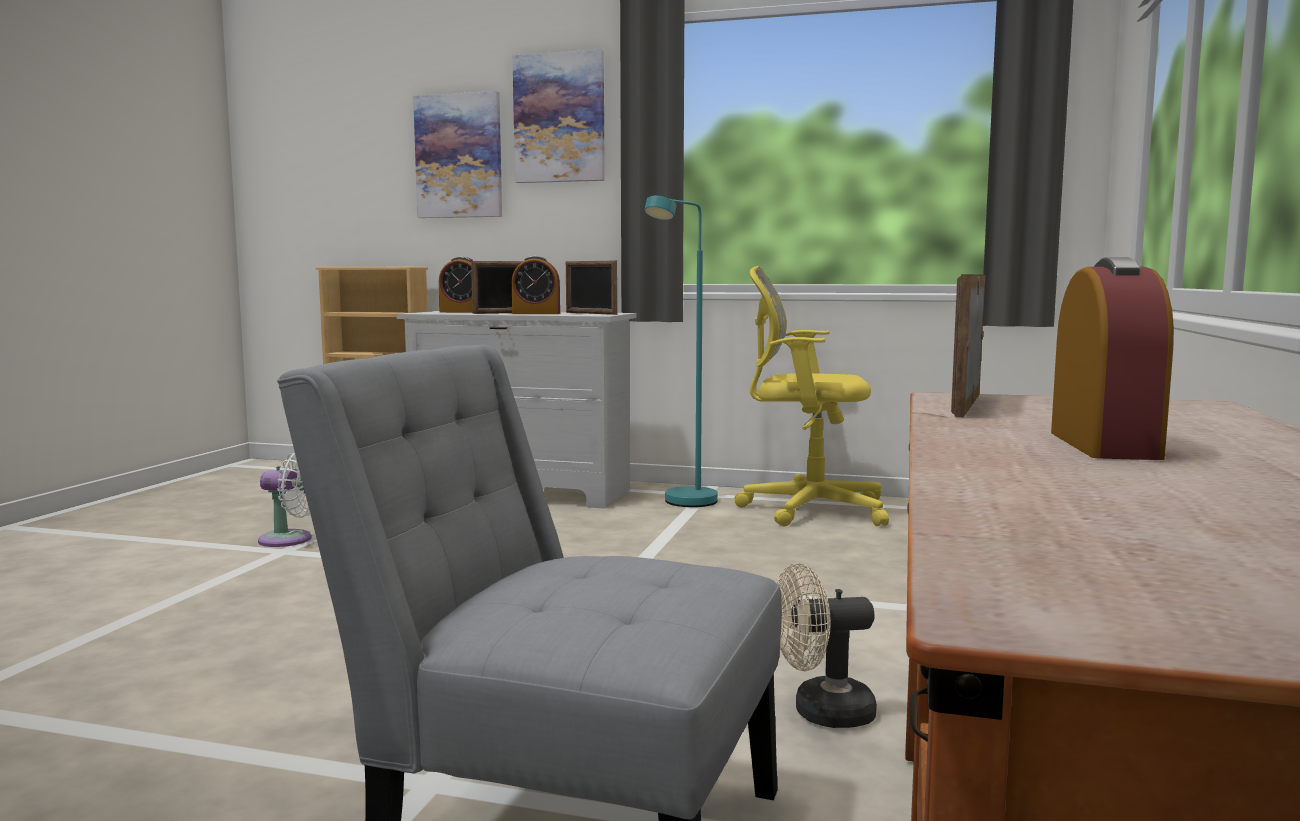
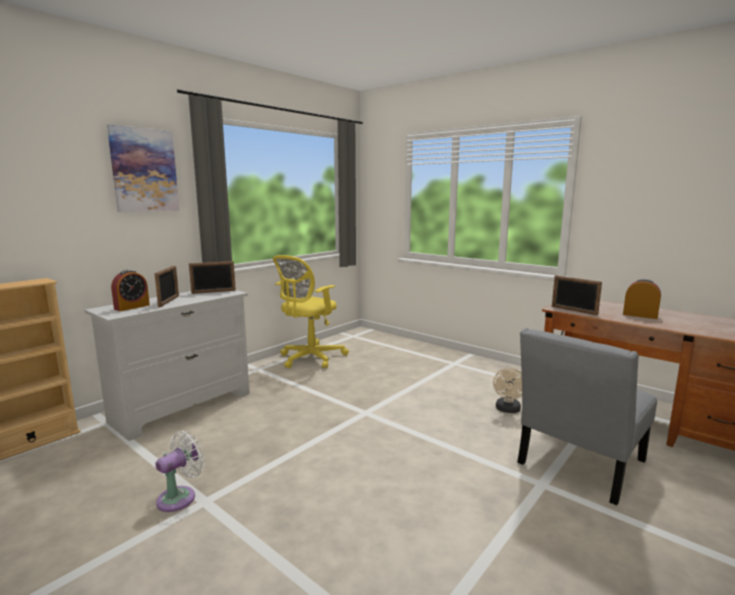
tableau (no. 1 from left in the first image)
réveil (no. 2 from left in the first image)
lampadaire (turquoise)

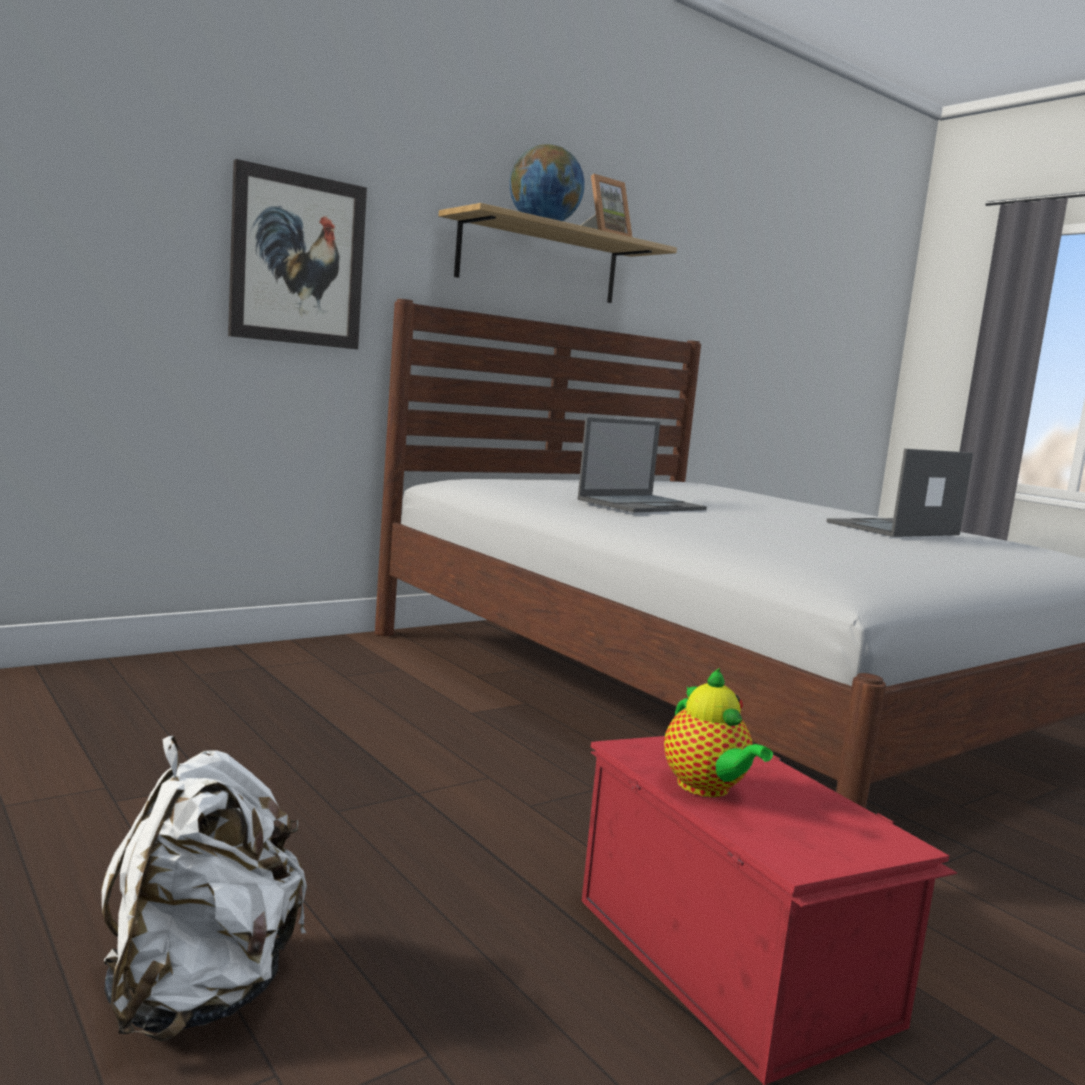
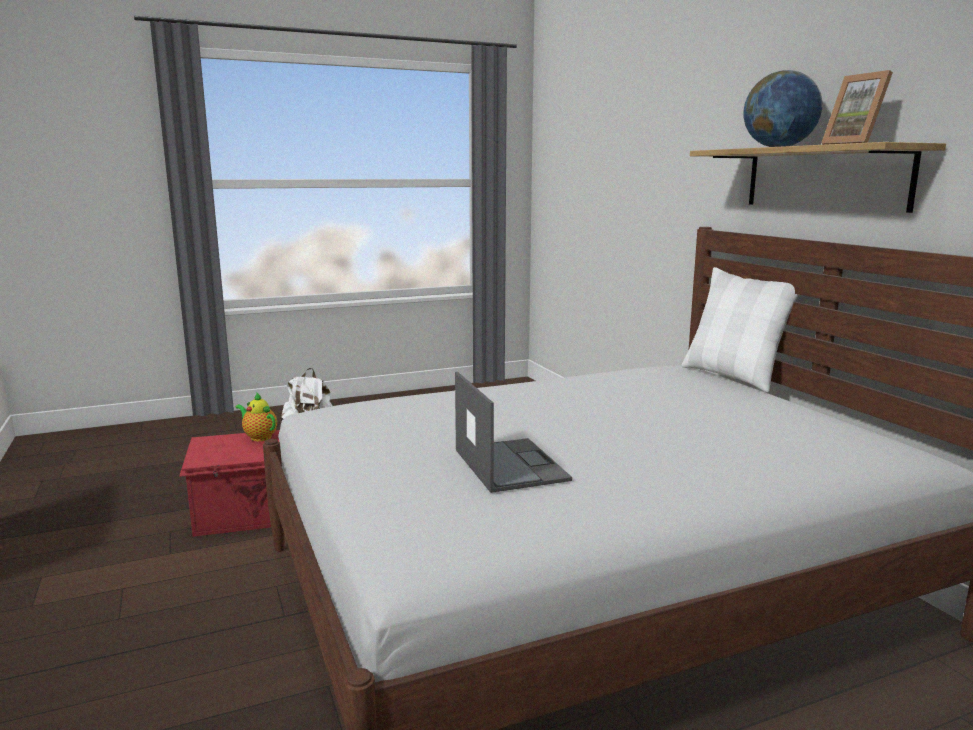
théière
coussin (blanc)
tableau
ordinateur portable (no. 1 from left in the first image)

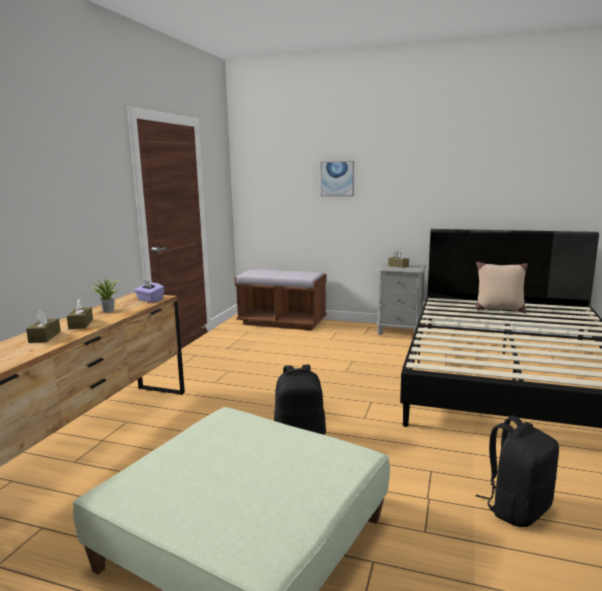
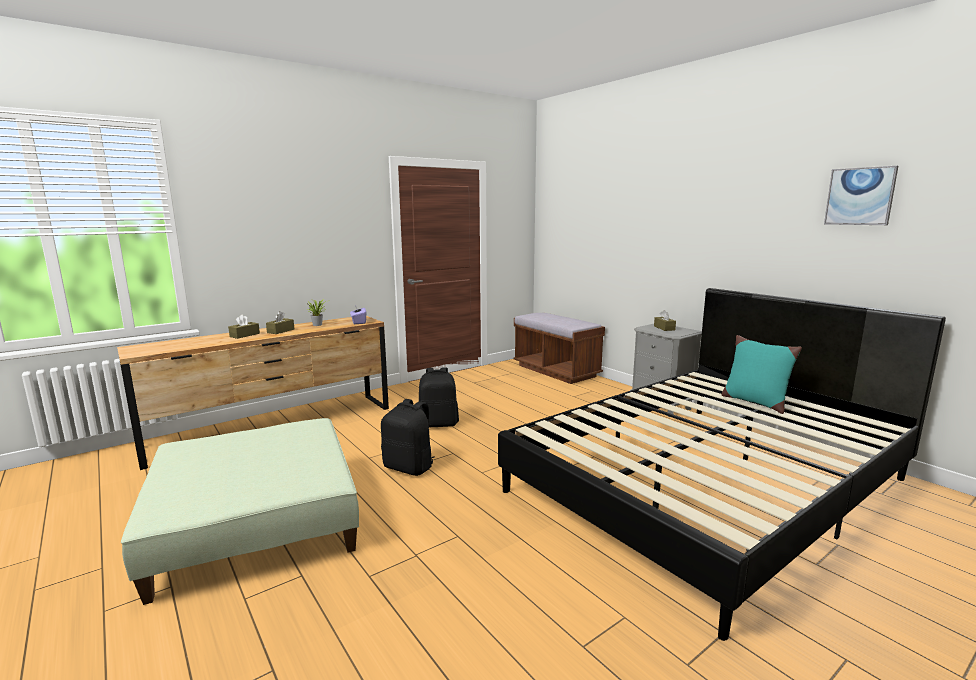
sac à dos (noir) (no. 2 from left)
coussin (turquoise)
tableau

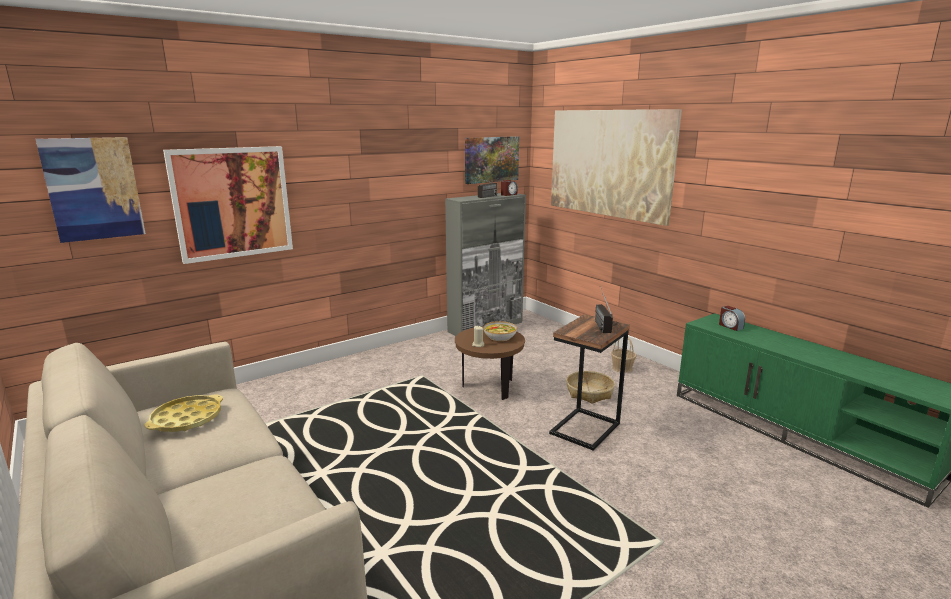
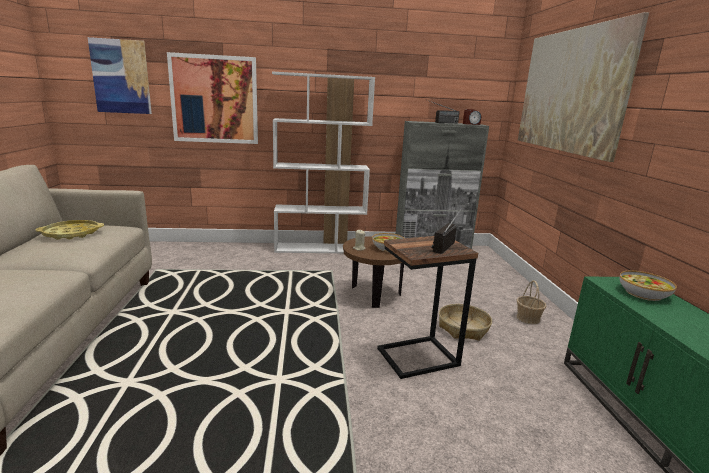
bibliothèque (blanc)
bol (no. 2 from left)
tableau (no. 3 from left in the first image)

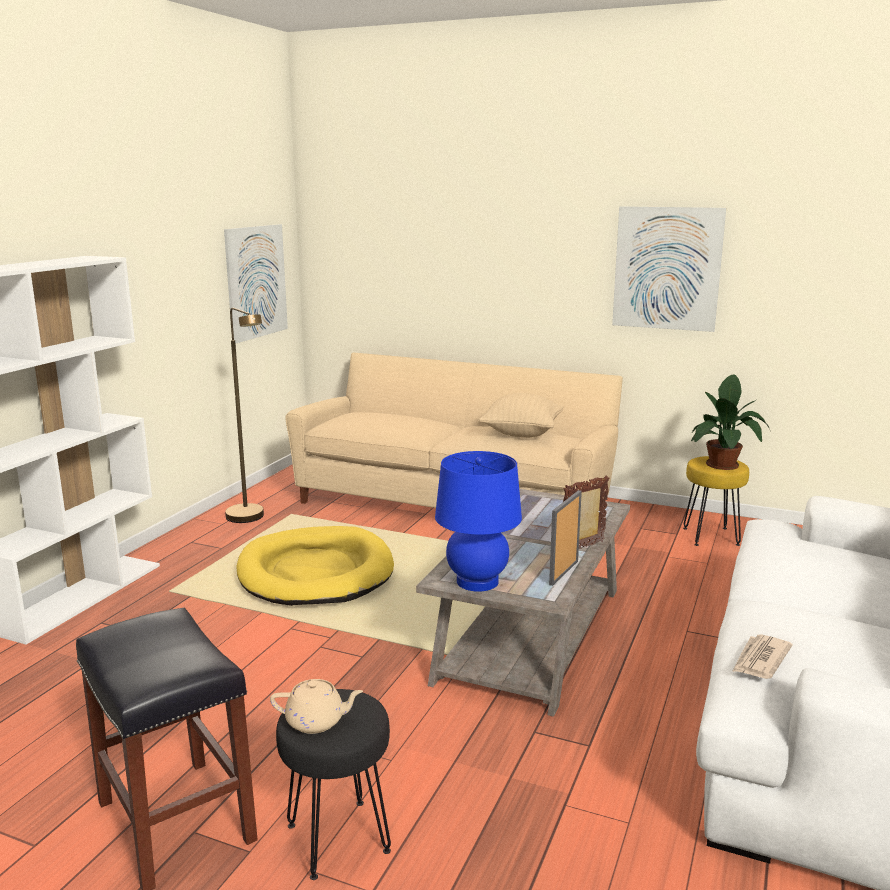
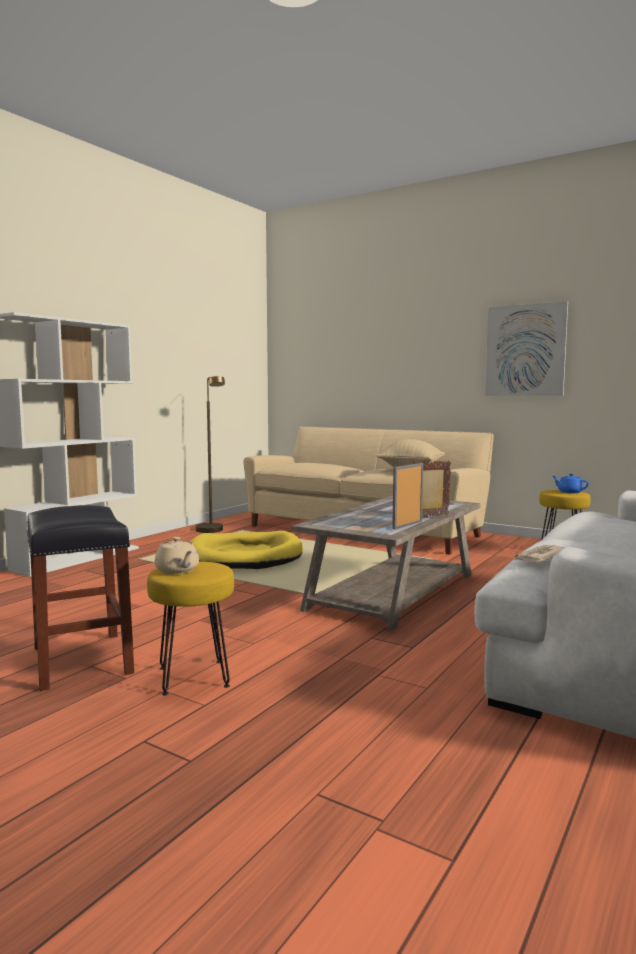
tabouret (jaune) (no. 1 from left)
théière (beige)
théière (bleu)
tableau (no. 1 from left in the first image)
lampe de table (bleu)

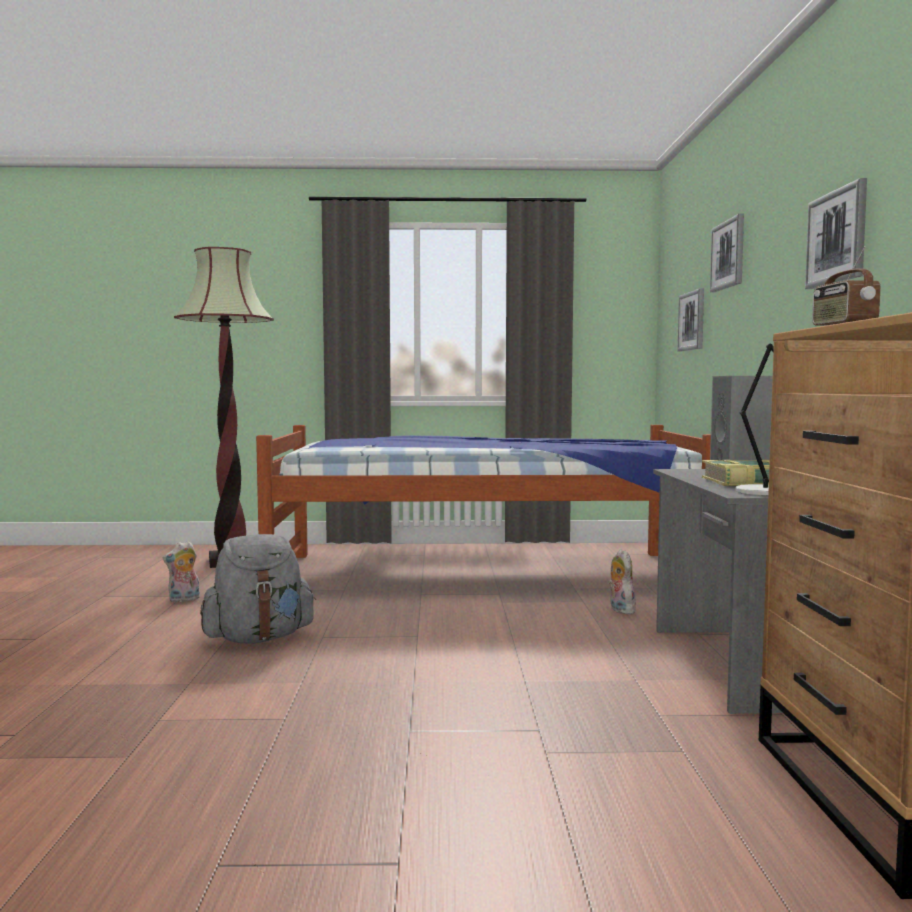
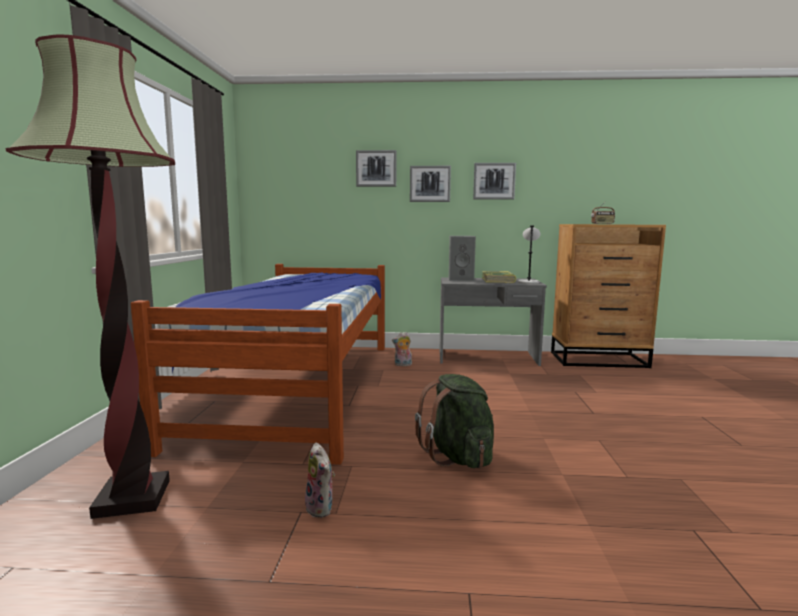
tableau (no. 2 from left)
sac à dos (vert)

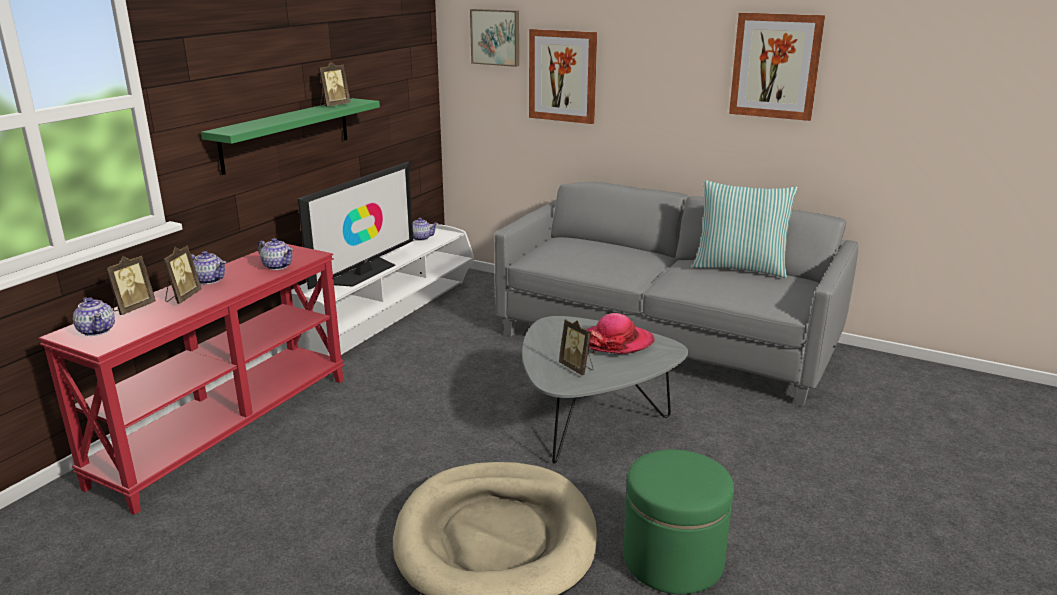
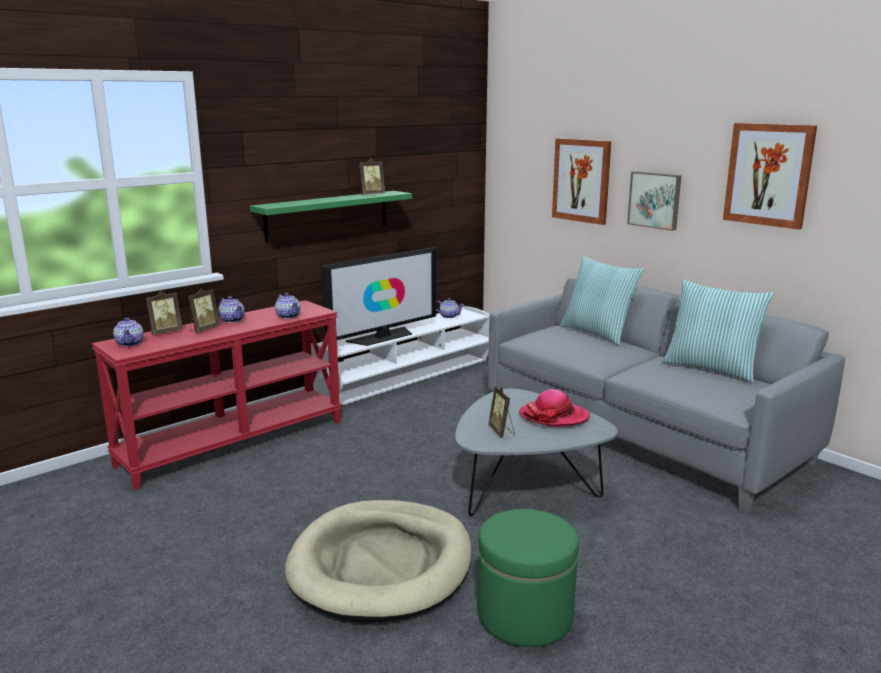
coussin (no. 1 from left)
tableau (no. 2 from left)

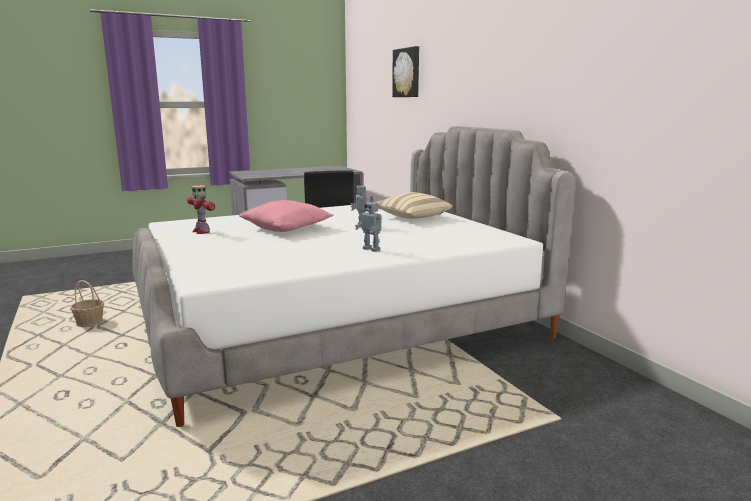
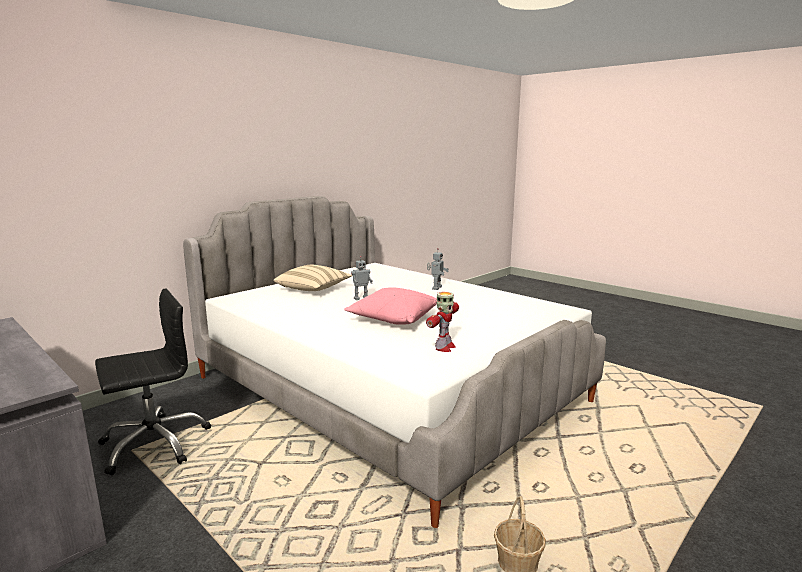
tableau

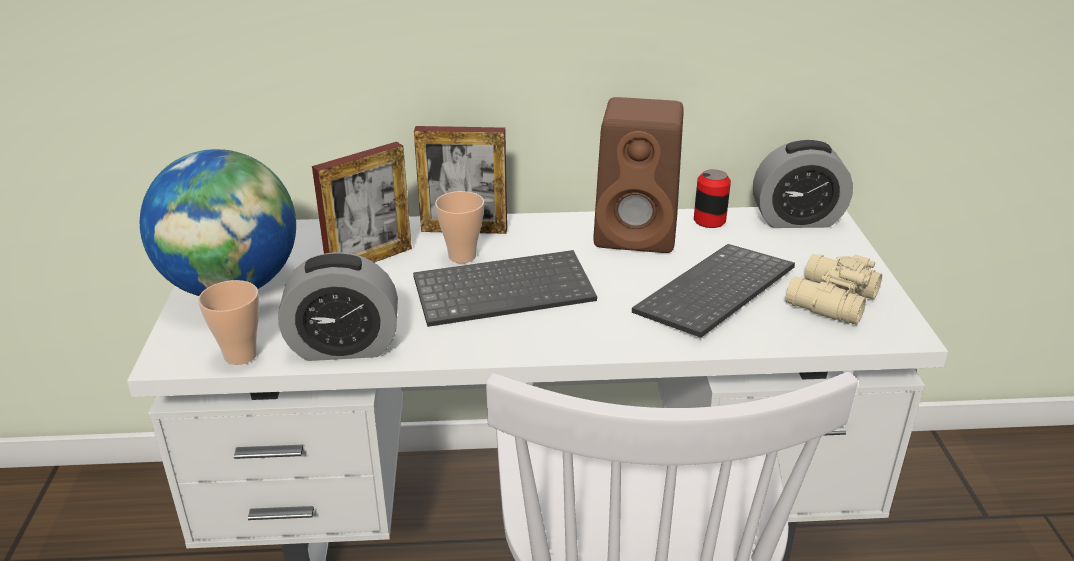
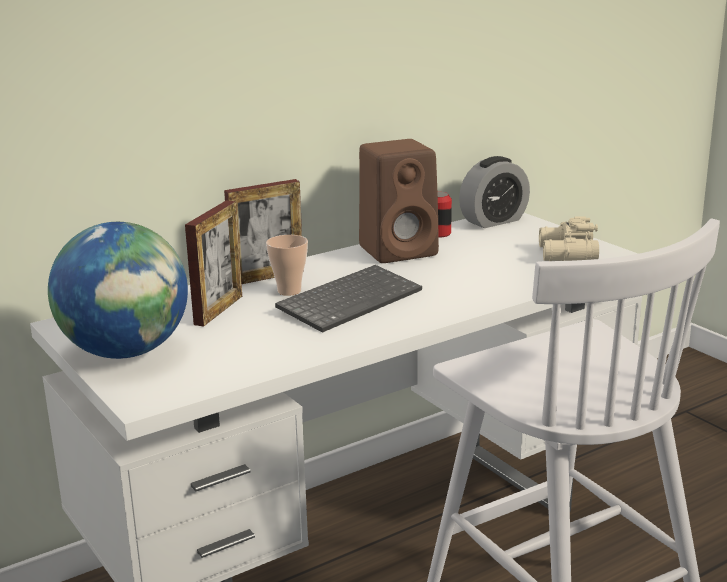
tasse (no. 1 from left in the first image)
réveil (no. 1 from left in the first image)
clavier (no. 2 from left in the first image)

